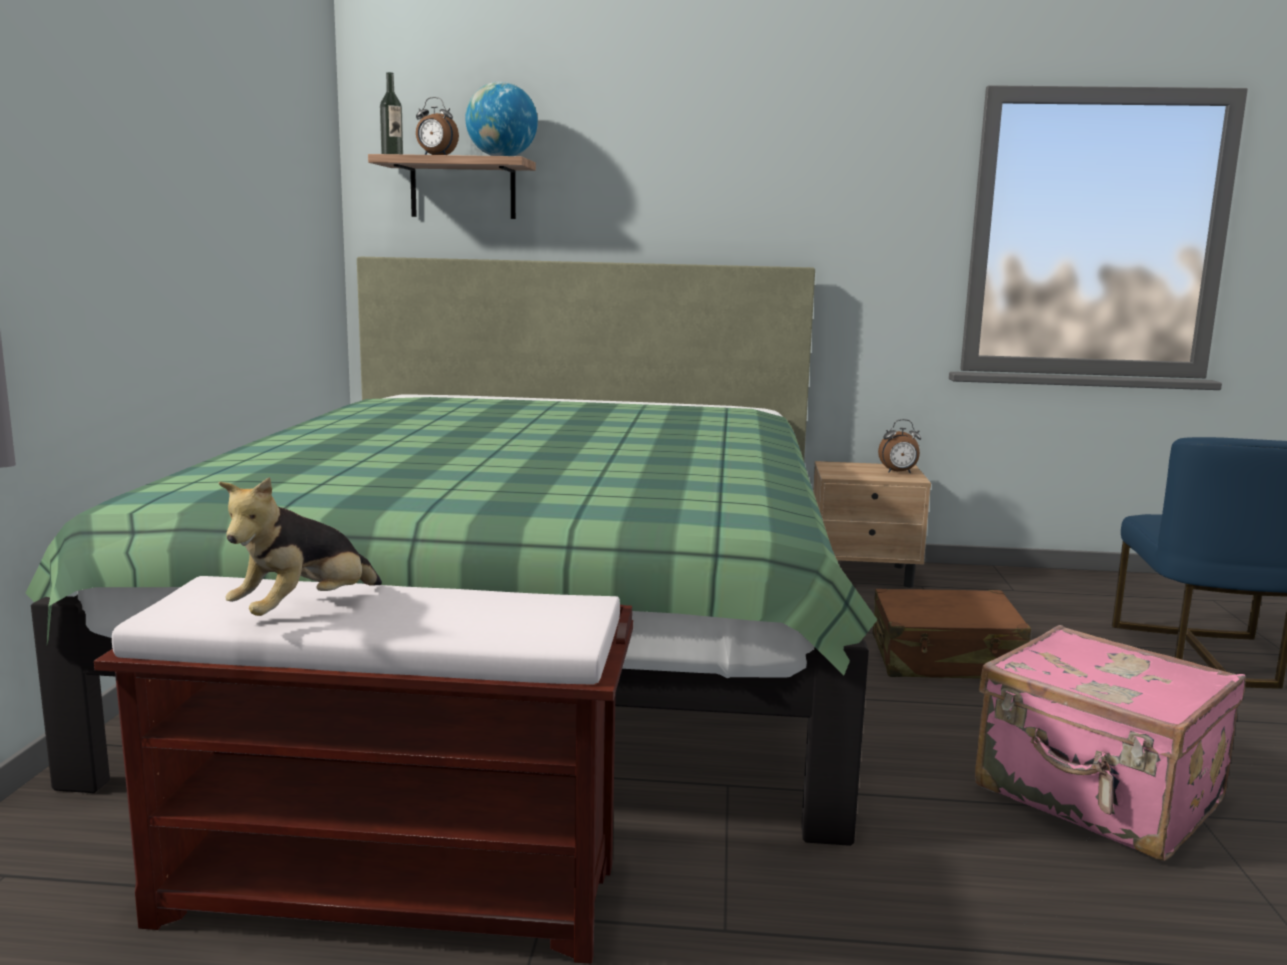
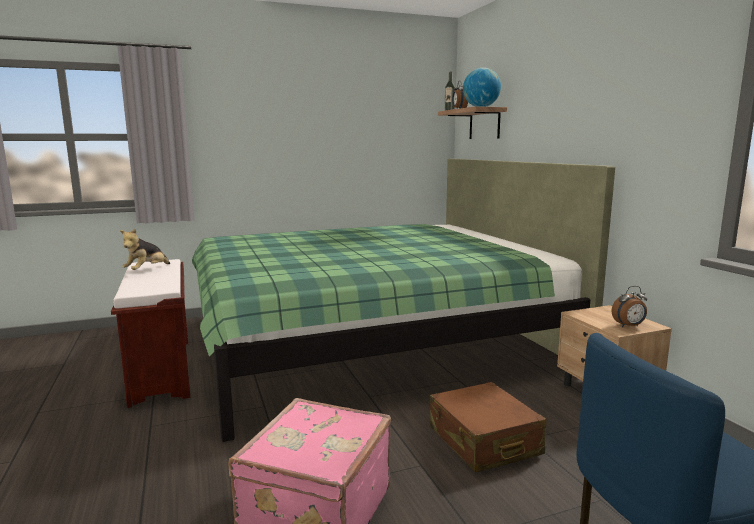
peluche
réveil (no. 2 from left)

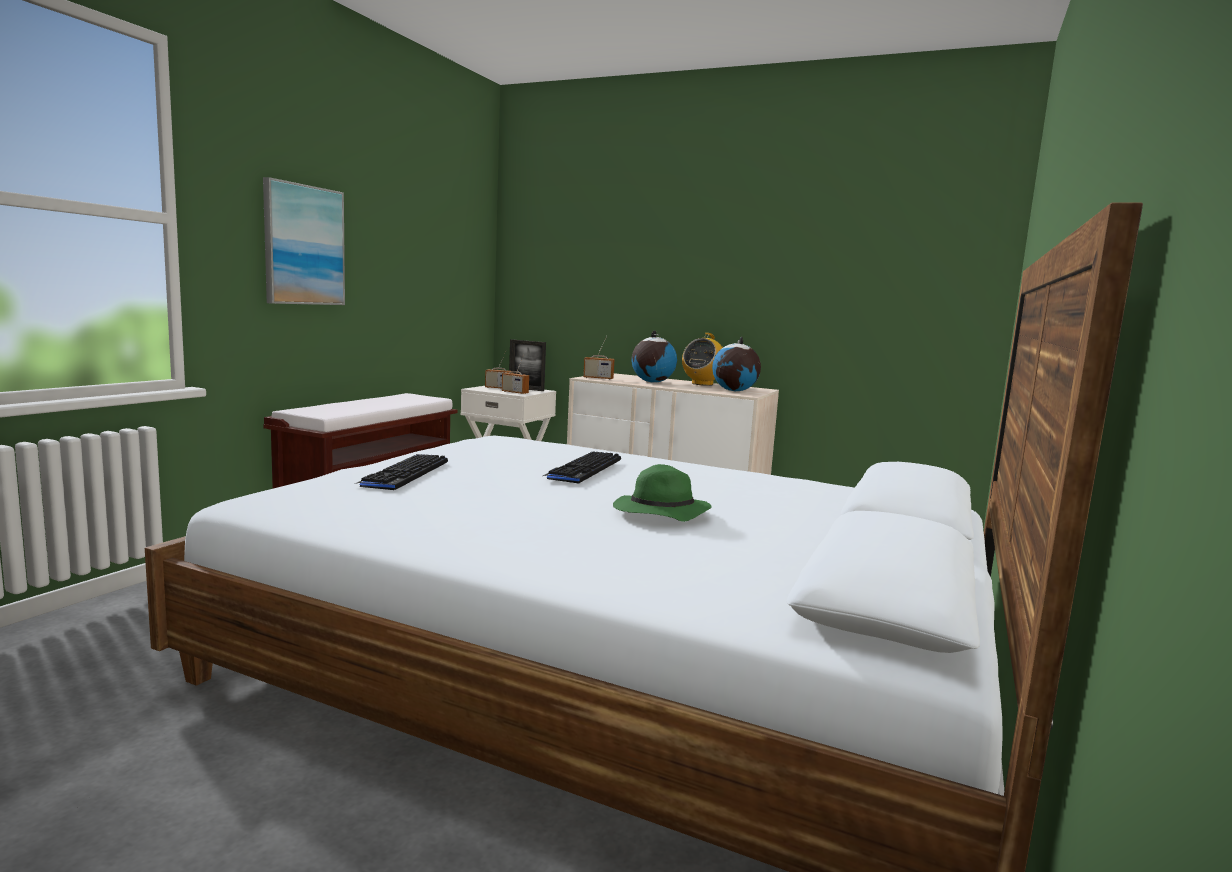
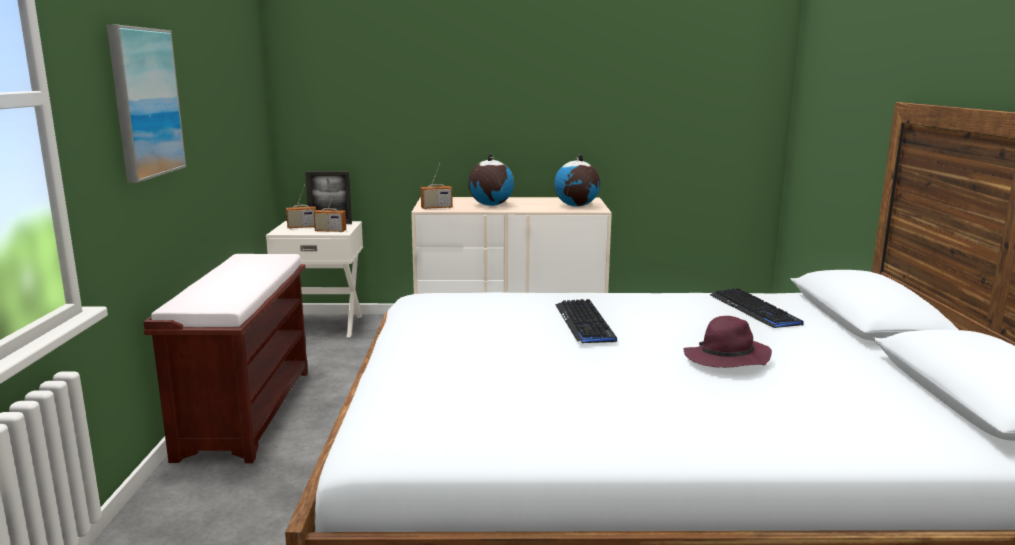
chapeau (violet)
clavier (no. 2 from left)
radio (no. 4 from left in the first image)

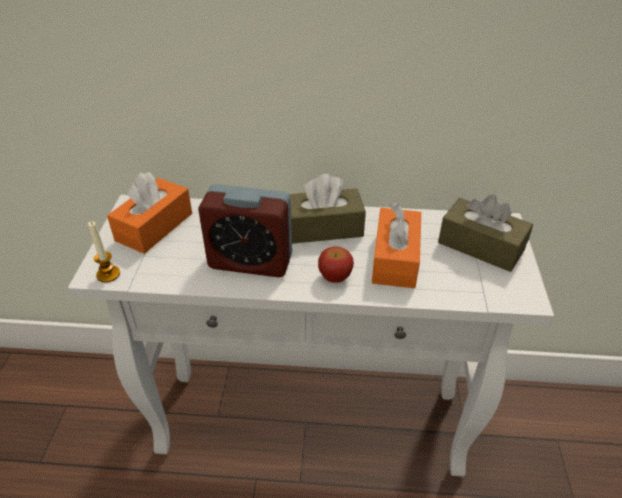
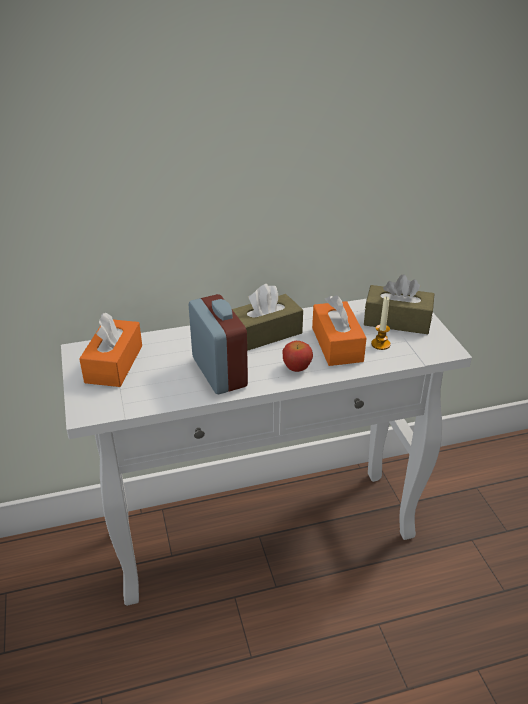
réveil
bougie

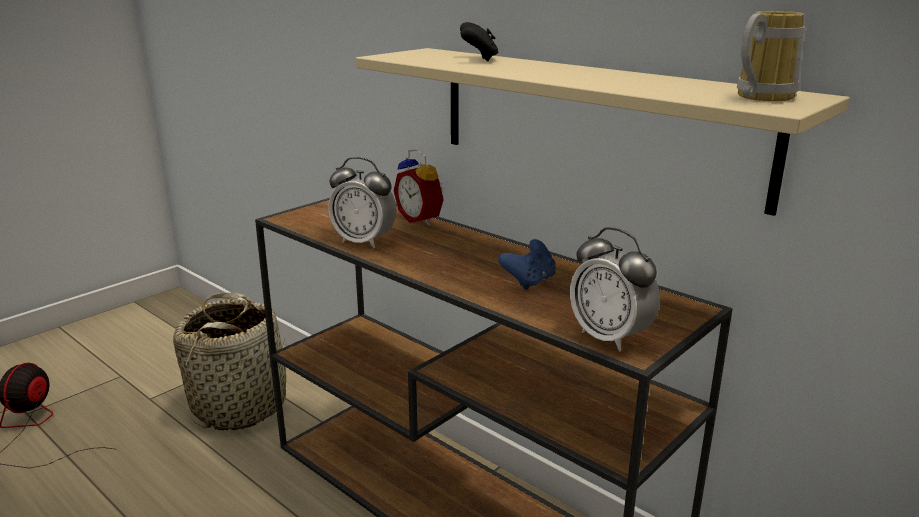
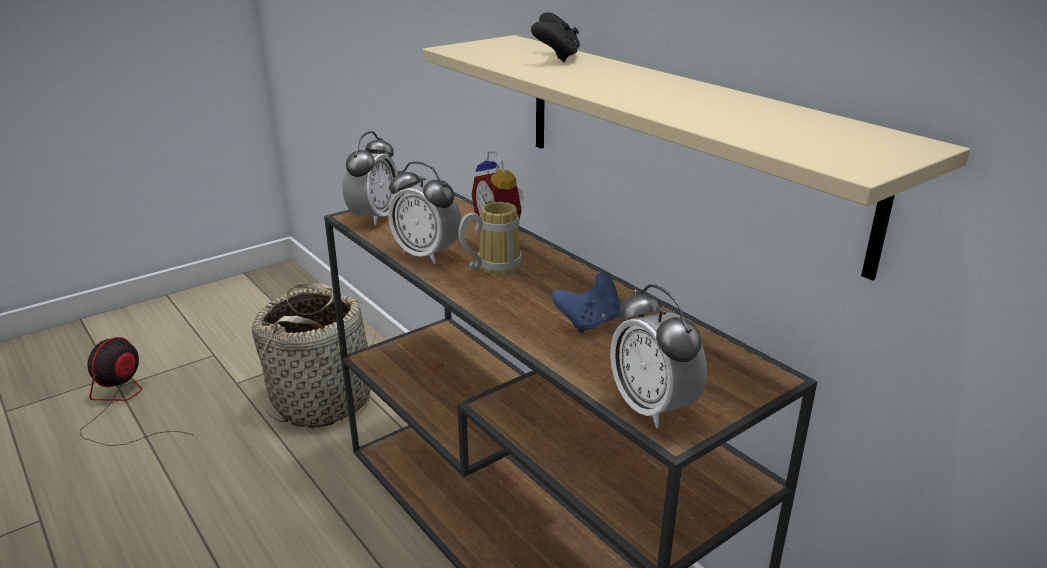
réveil (no. 1 from left)
mug

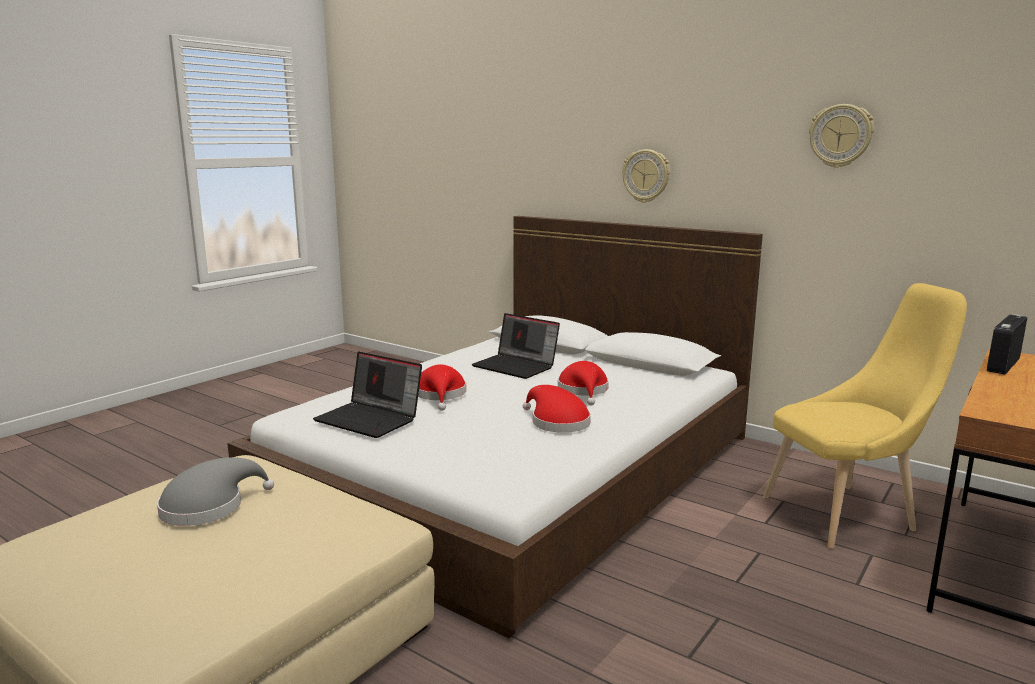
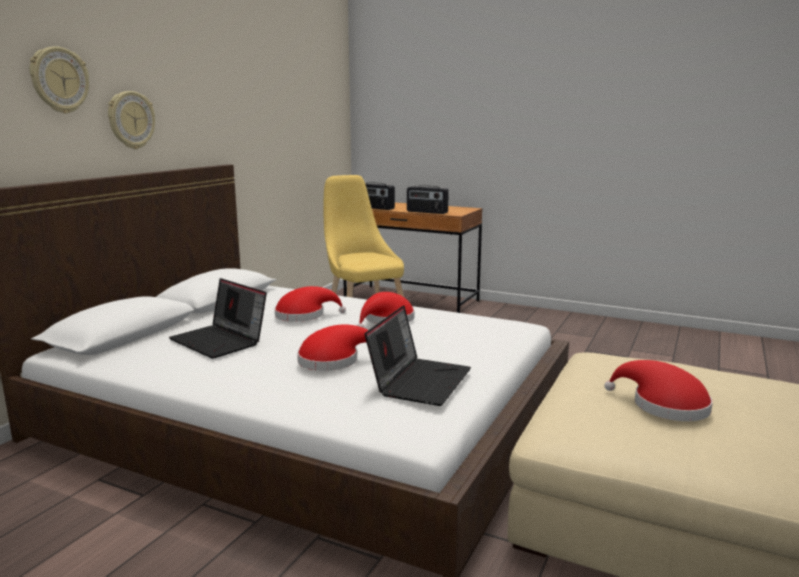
horloge murale (no. 1 from left)
ordinateur portable (no. 1 from left)
radio (no. 2 from left)
chapeau (rouge) (no. 4 from left)

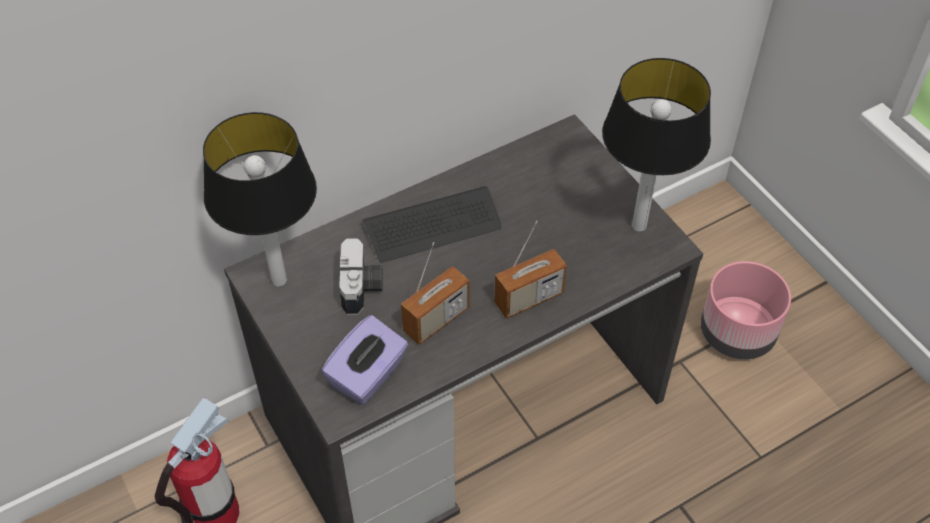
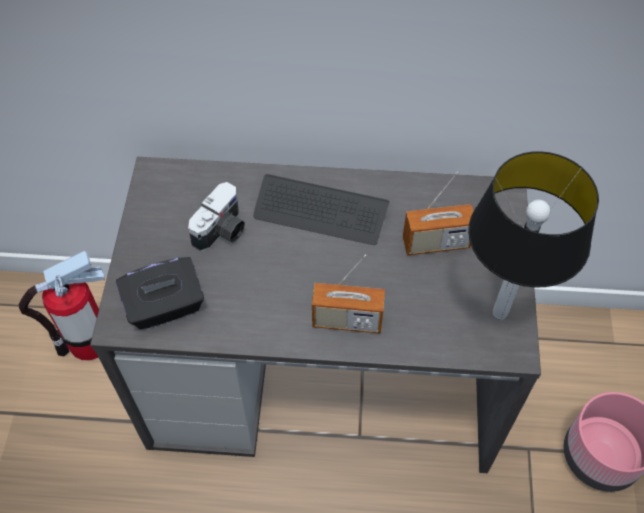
boîte à mouchoirs (noir)
radio (no. 2 from left)
lampe de table (no. 1 from left in the first image)

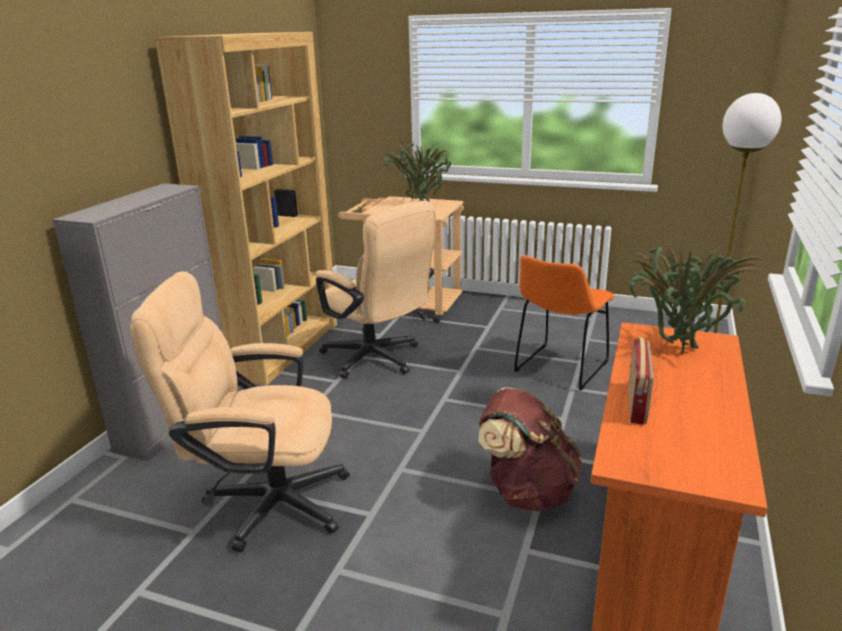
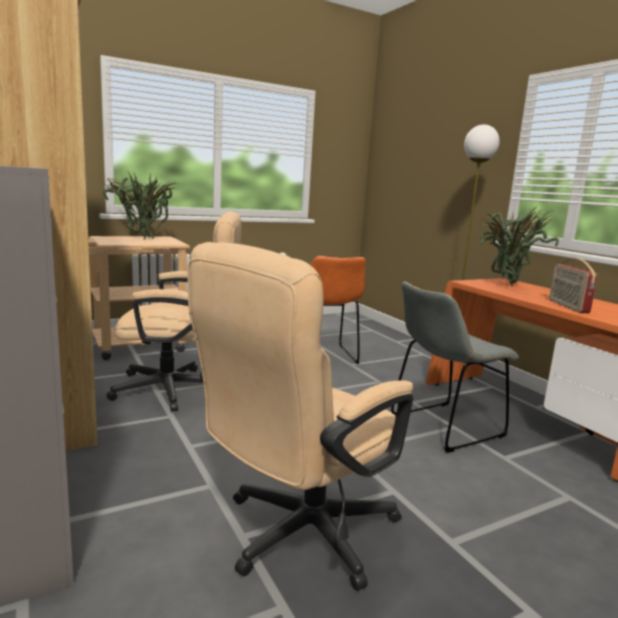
chaise (gris)
radio

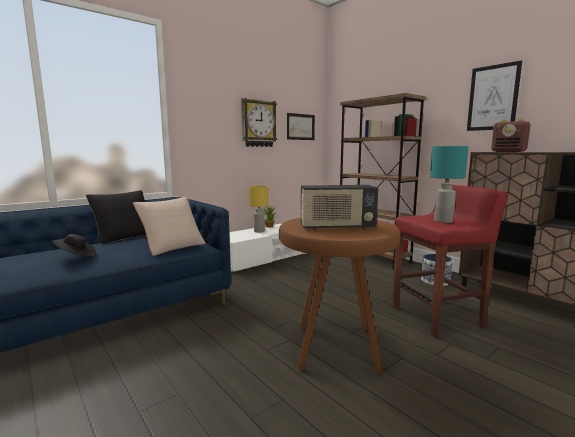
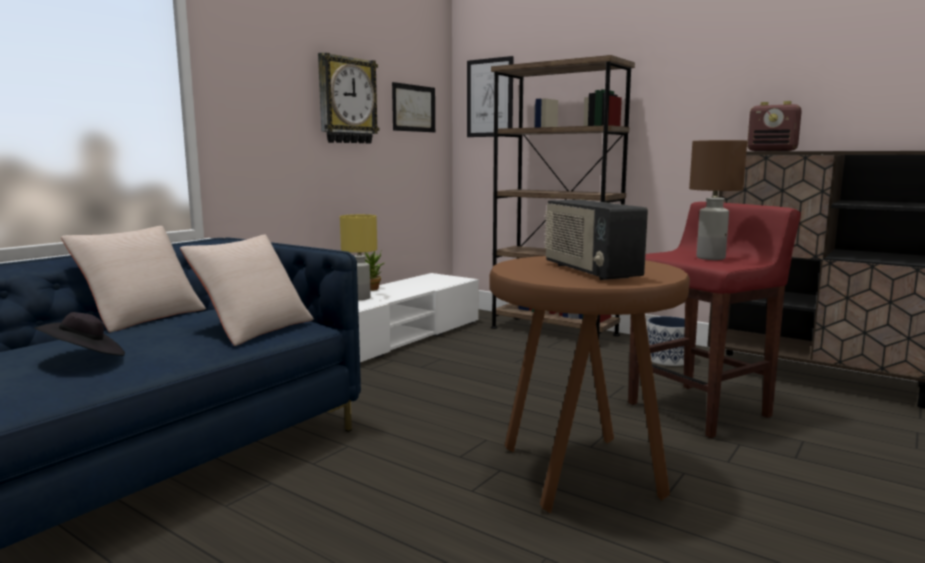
coussin (beige) (no. 1 from left)
tableau (no. 2 from left)
radio (no. 1 from left)
lampe de table (marron)

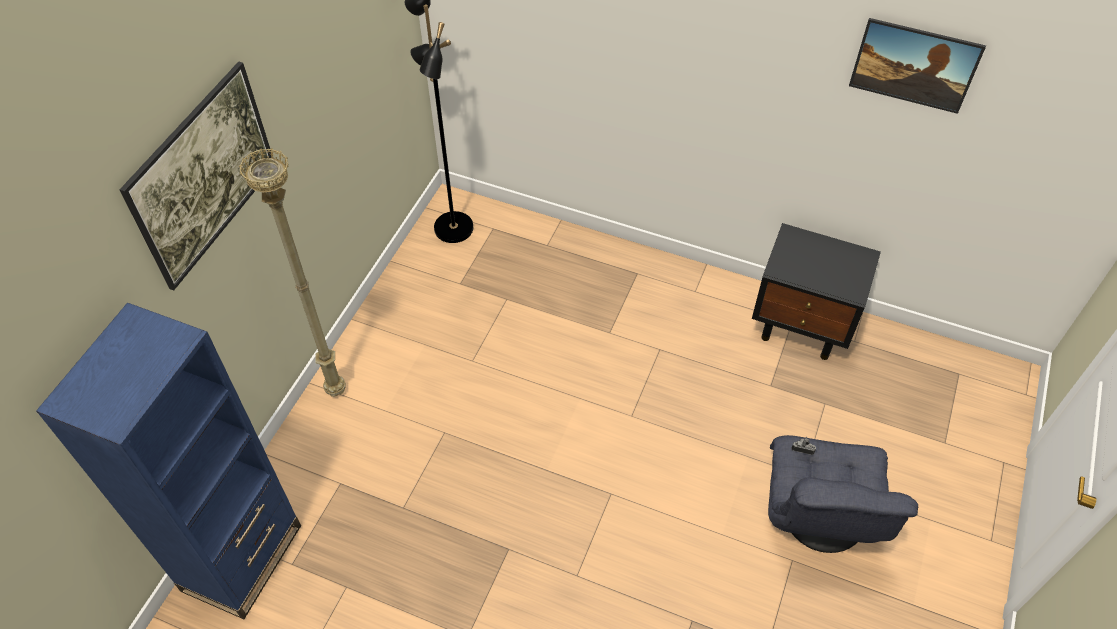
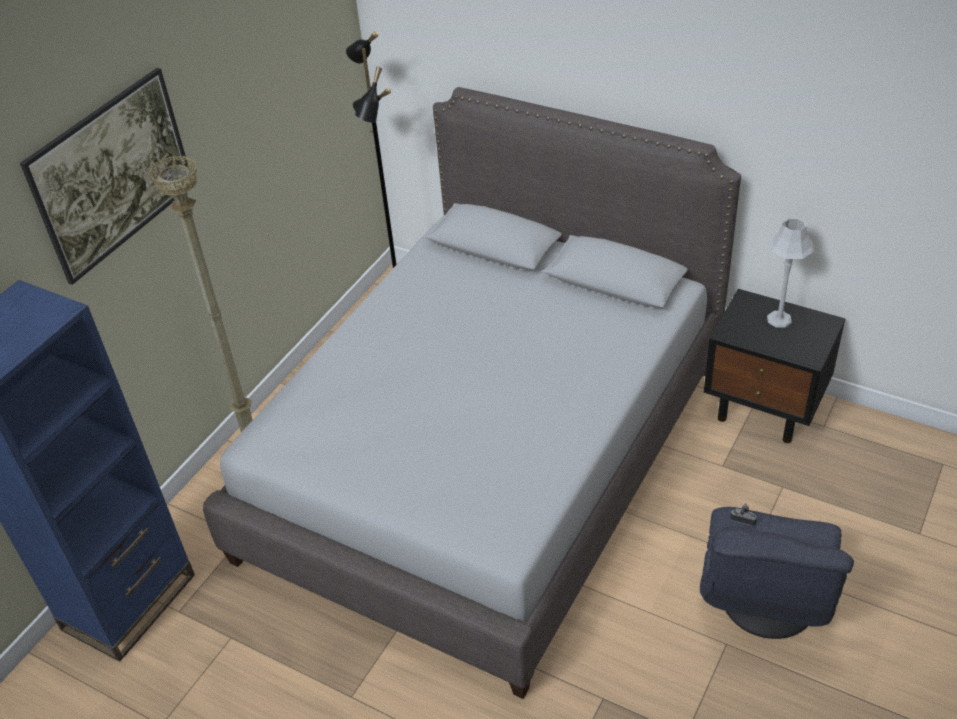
lit (gris)
lampe de table (gris)
tableau (no. 2 from left in the first image)

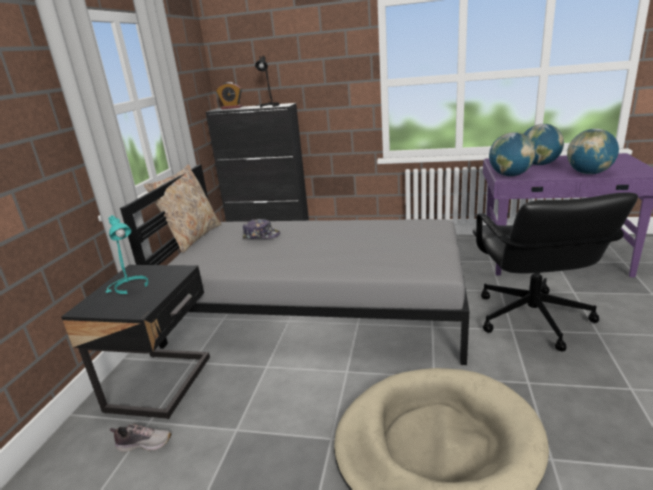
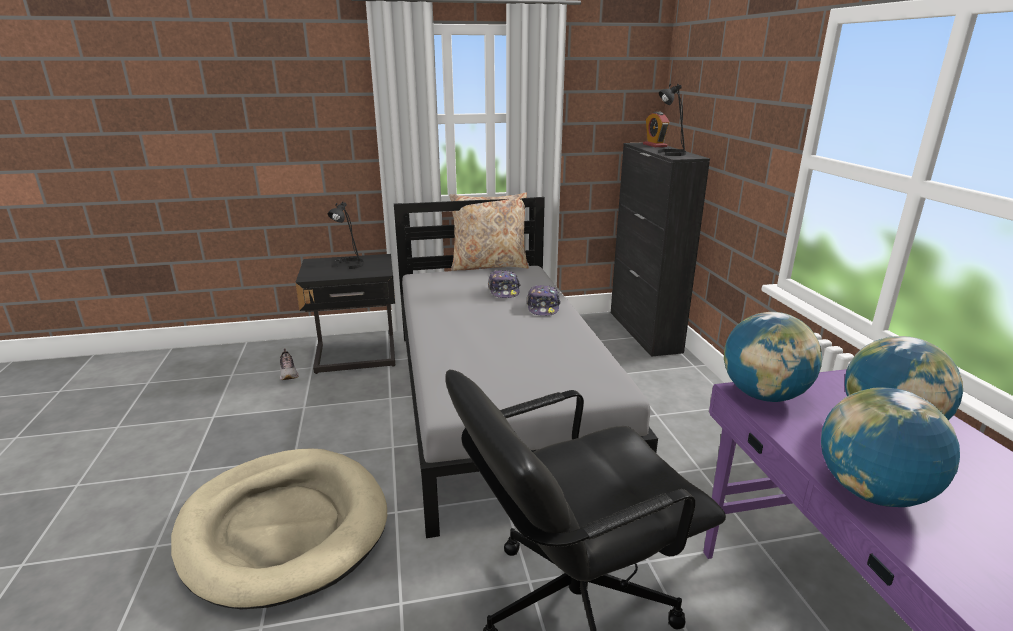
lampe de table (noir) (no. 1 from left)
casquette (no. 2 from left)

